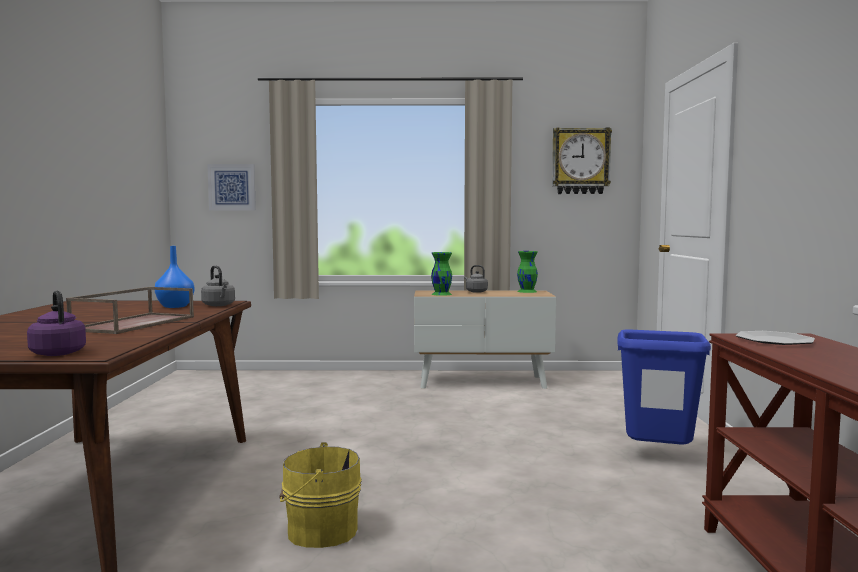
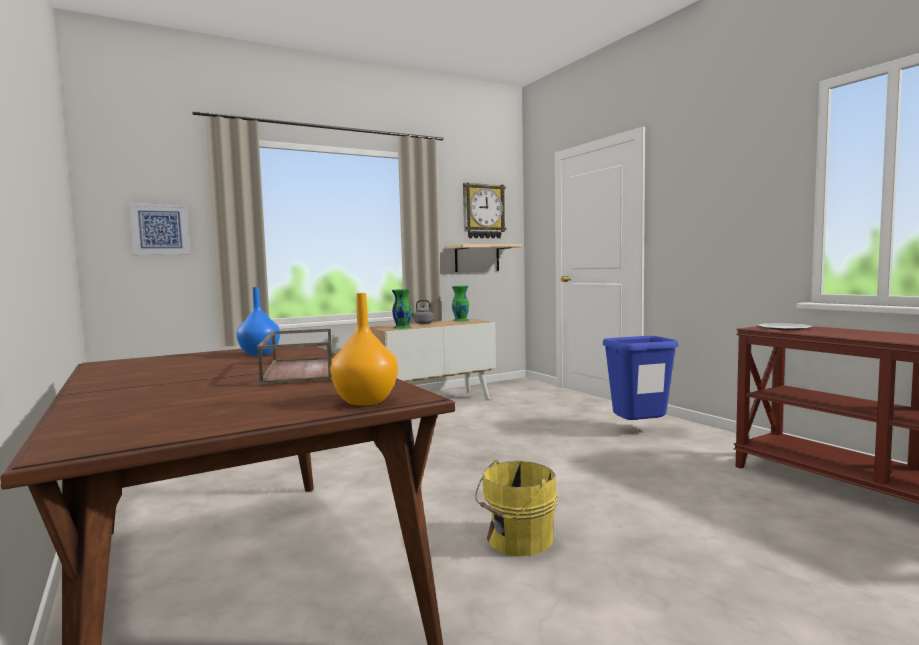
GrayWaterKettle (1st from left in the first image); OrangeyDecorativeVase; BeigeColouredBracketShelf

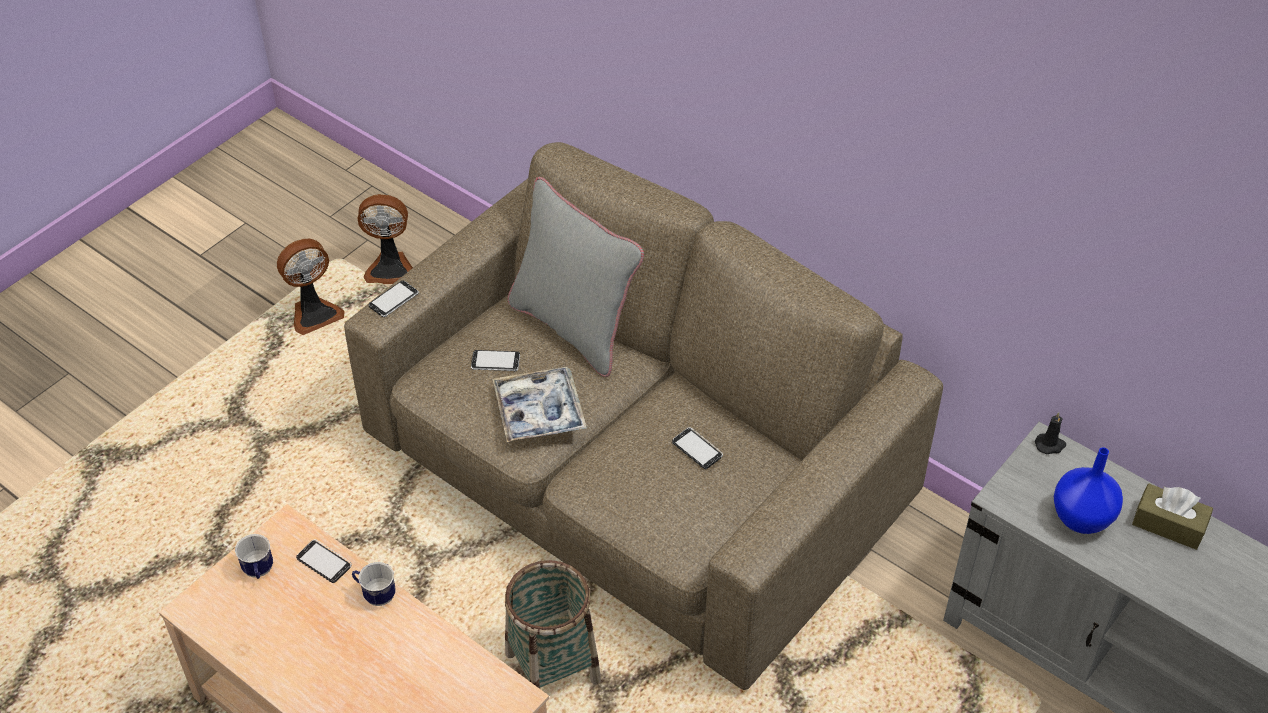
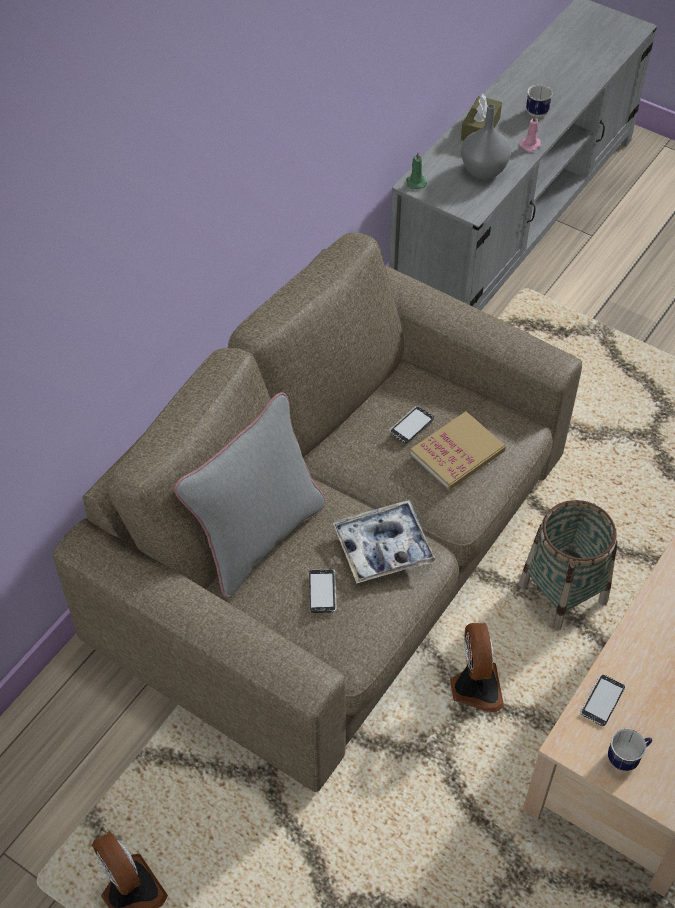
CoolingFan (2nd from left); Handset (2nd from left in the first image); GreenWaxCandle; GrayDecorativeVase; CoffeeMug (1st from left); PinkColouredWaxCandle; Book

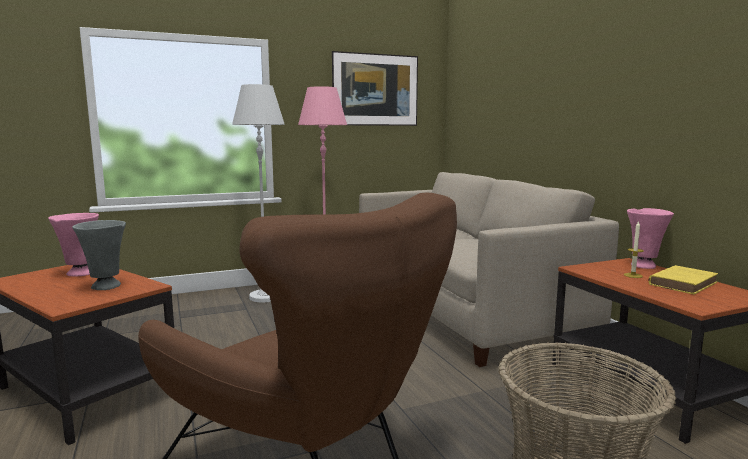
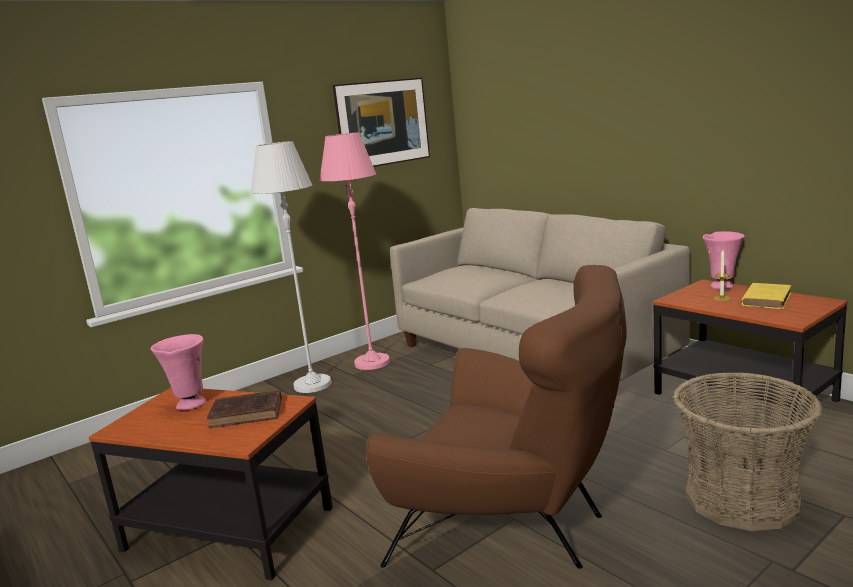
BrownColouredBook

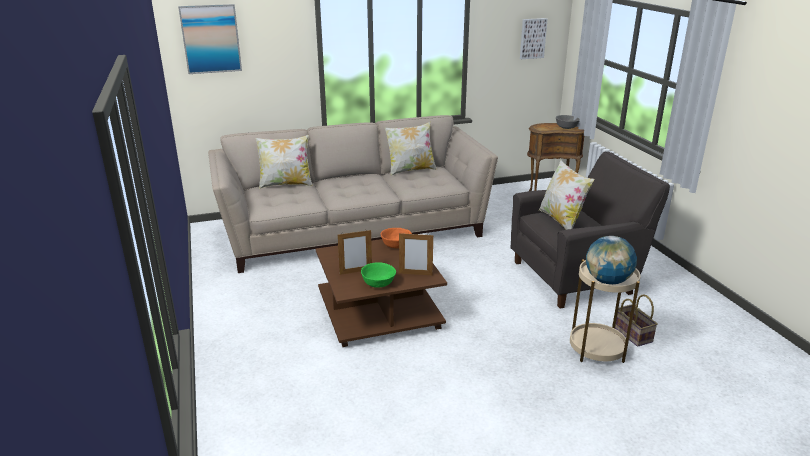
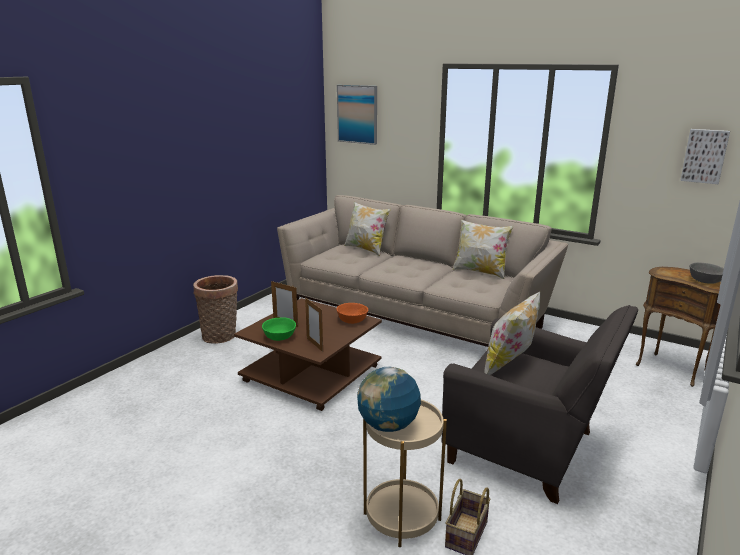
Basket (1st from left)

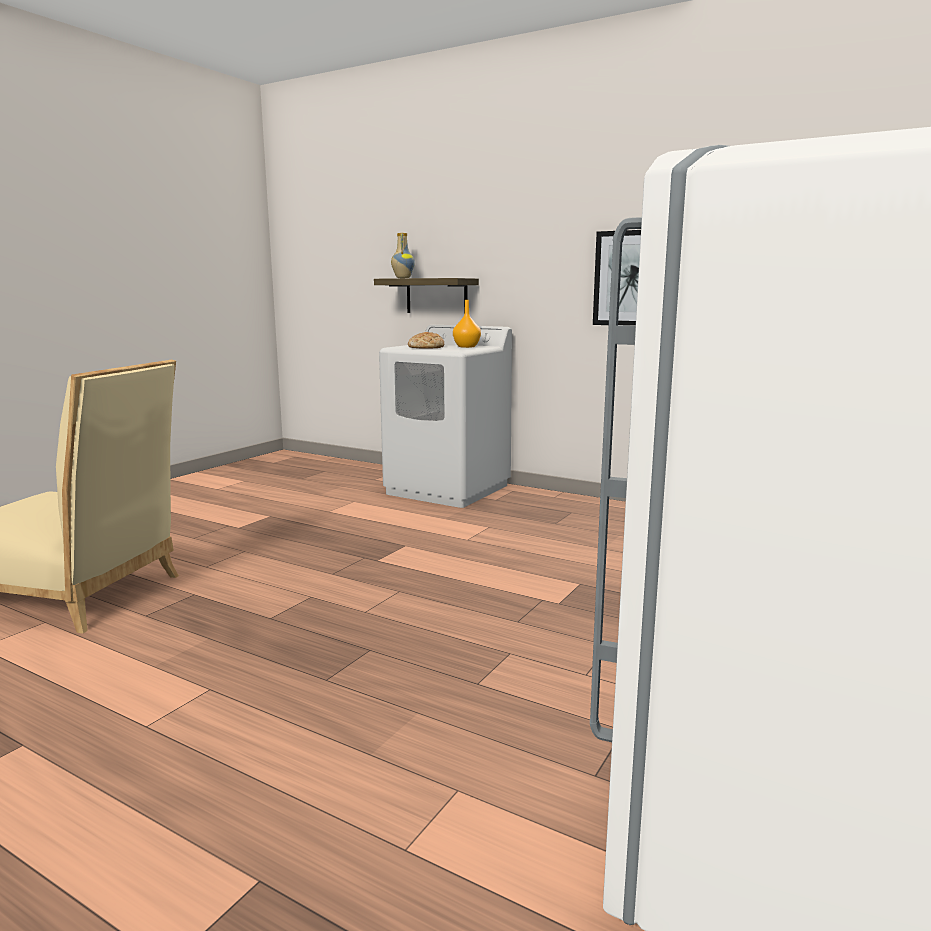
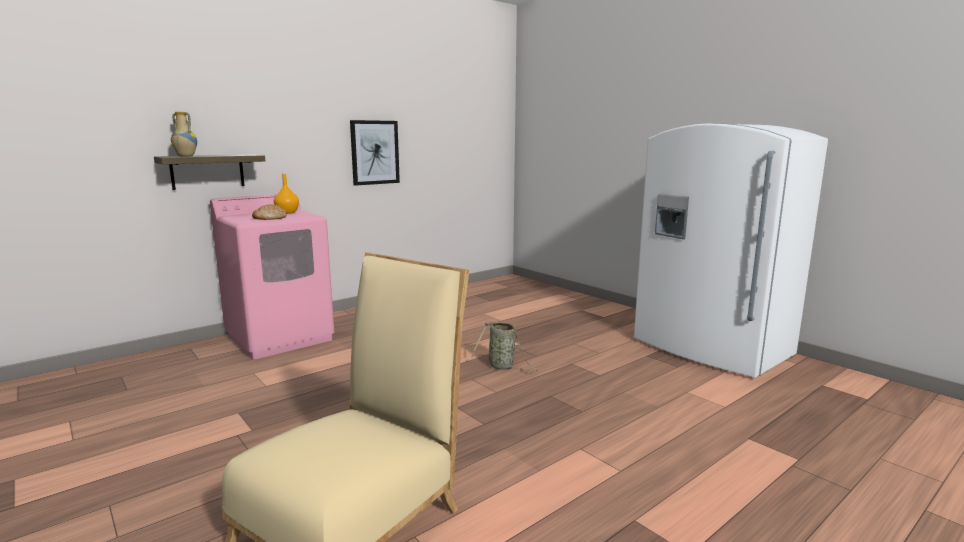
PinkColouredLaundryMachine; Basket

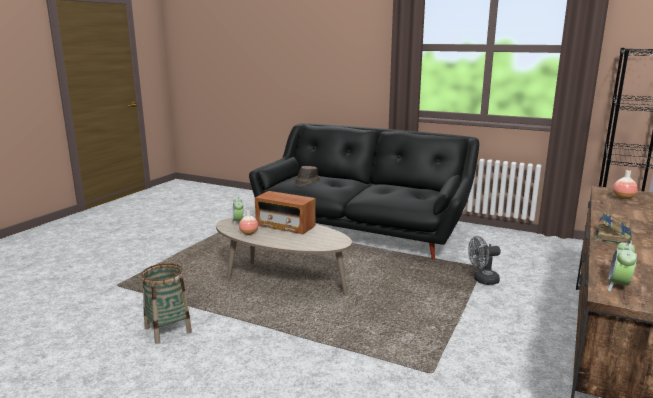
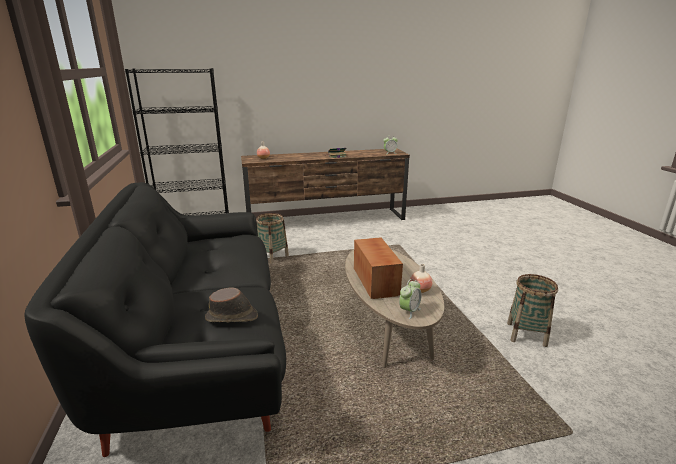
Basket (1st from left)

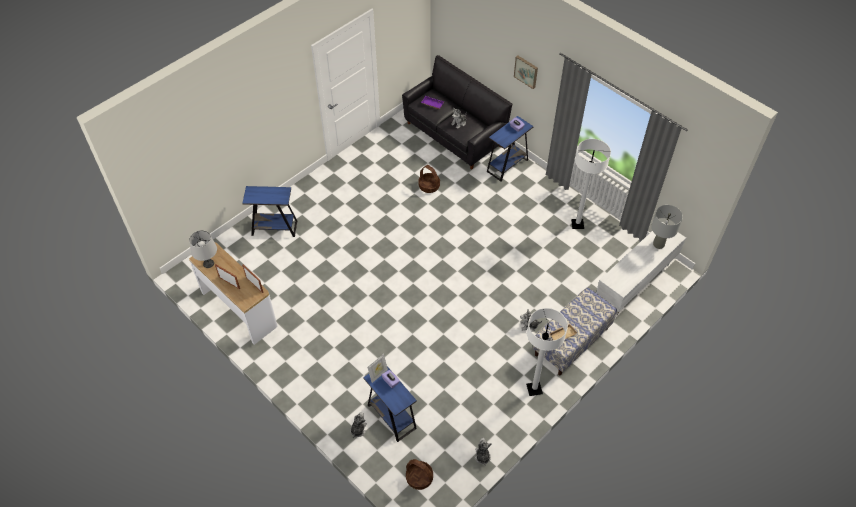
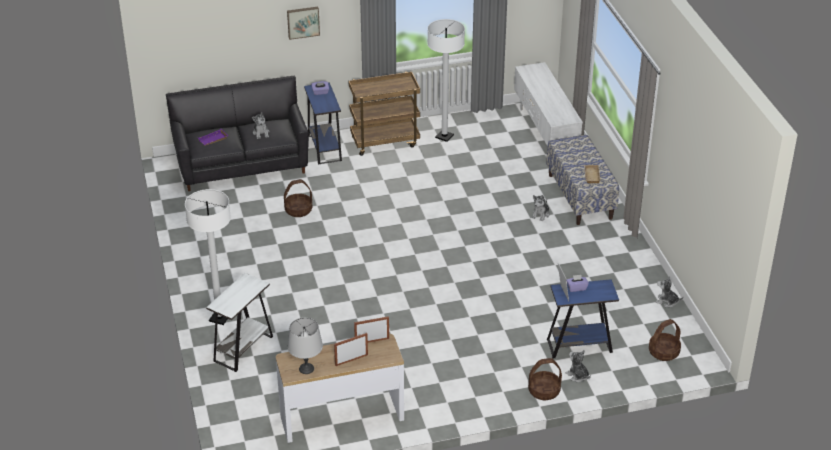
WhitishEndTable; GrayLampForATable (2nd from left in the first image); WhitishStandardLamp (1st from left); BrownColouredTrolley; Basket (2nd from left)

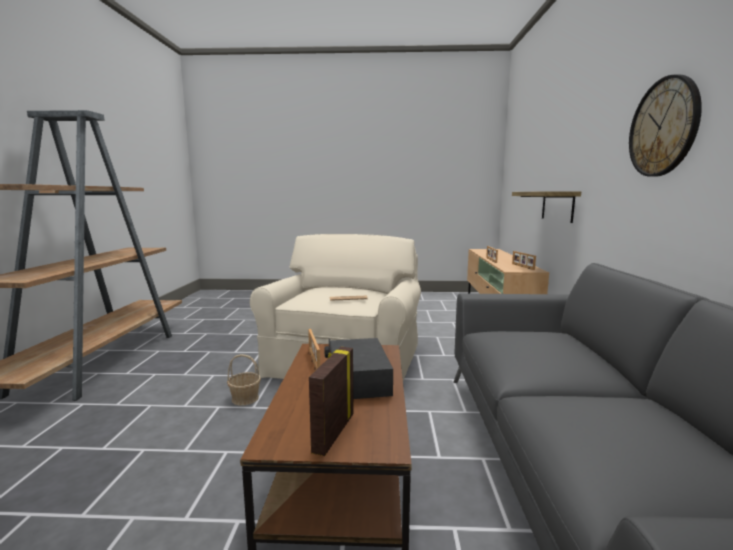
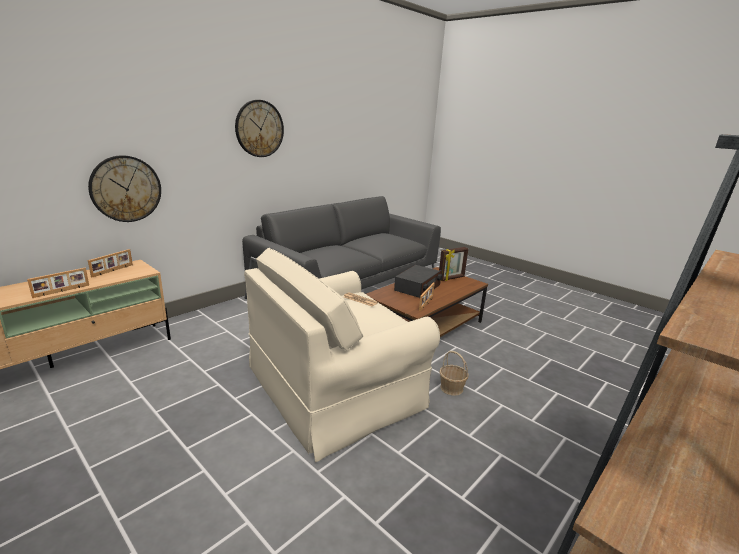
HangingClock (1st from left)

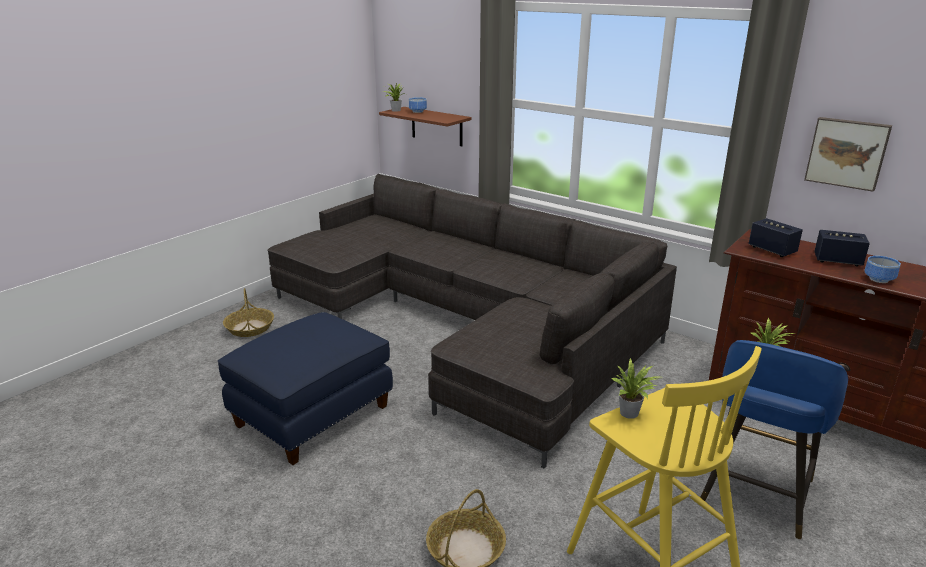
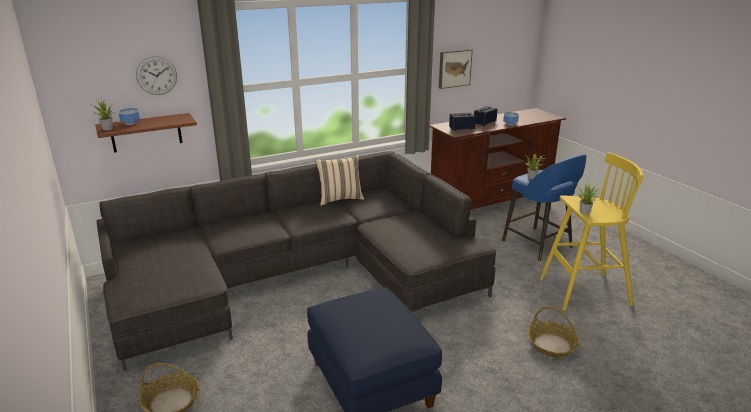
HangingClock; BeigeColouredThrowPillow

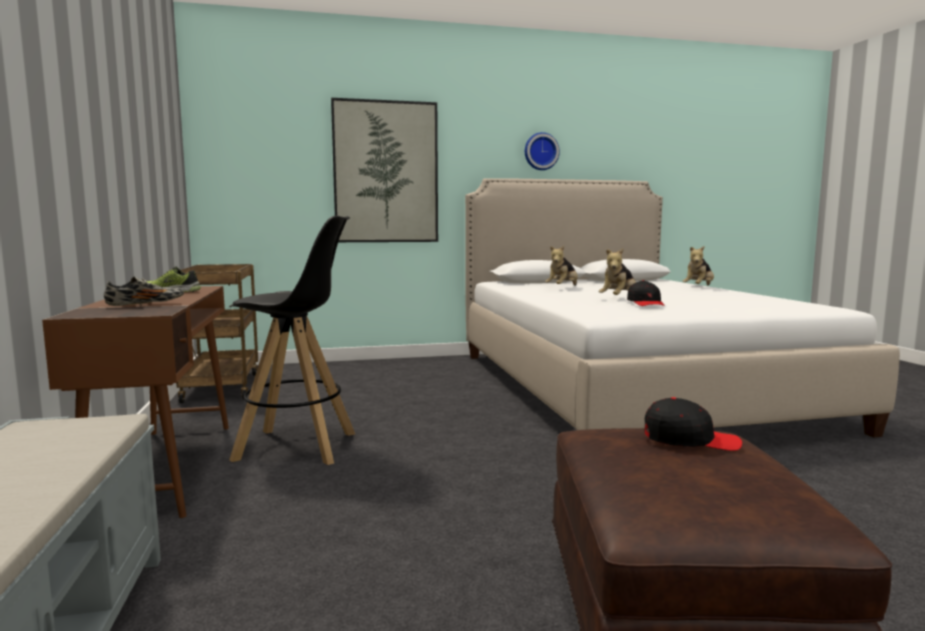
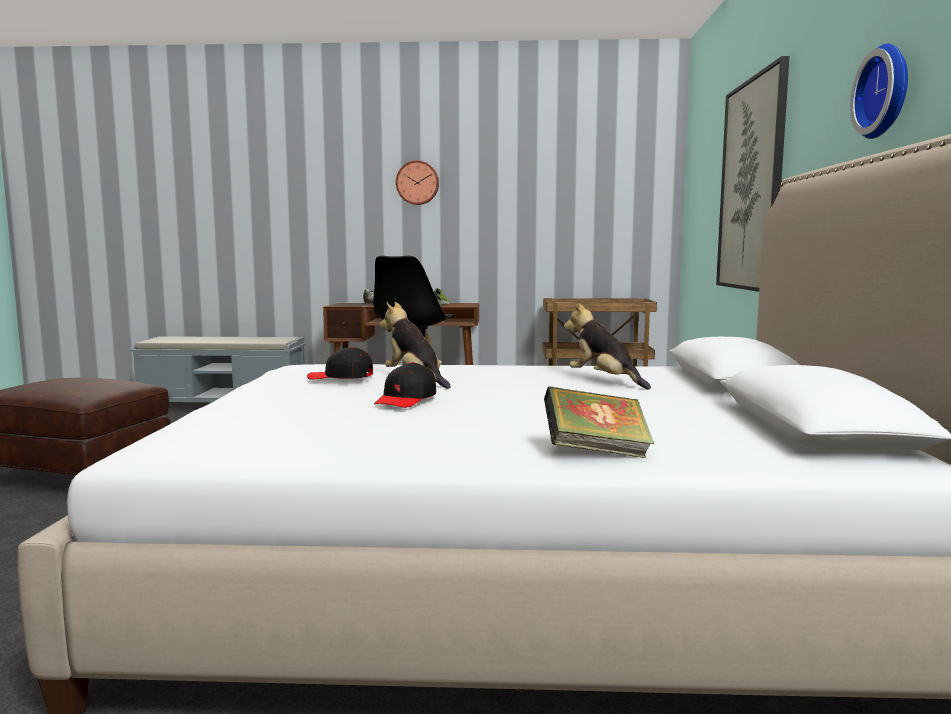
Book; BlackCap (2nd from left); HangingClock (1st from left)

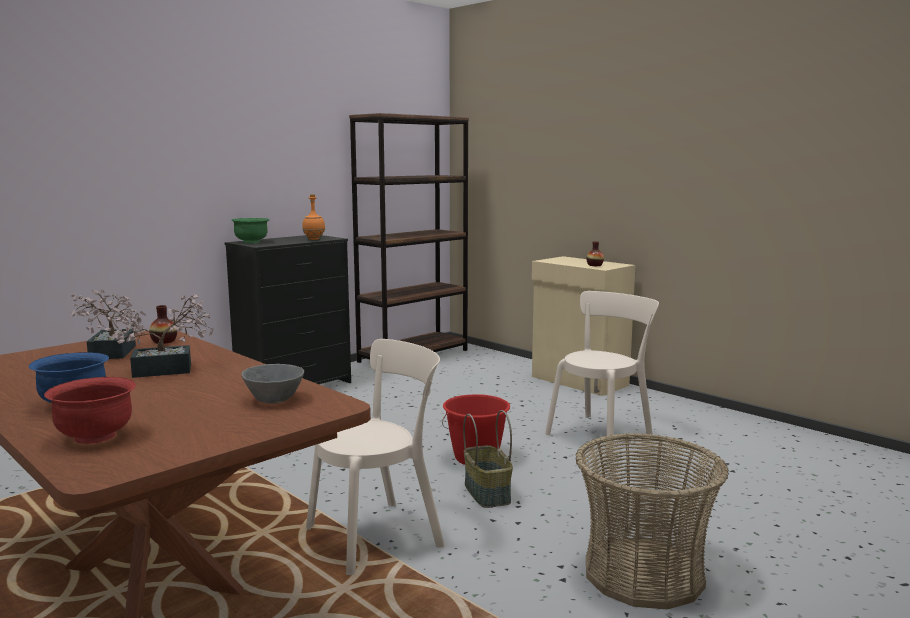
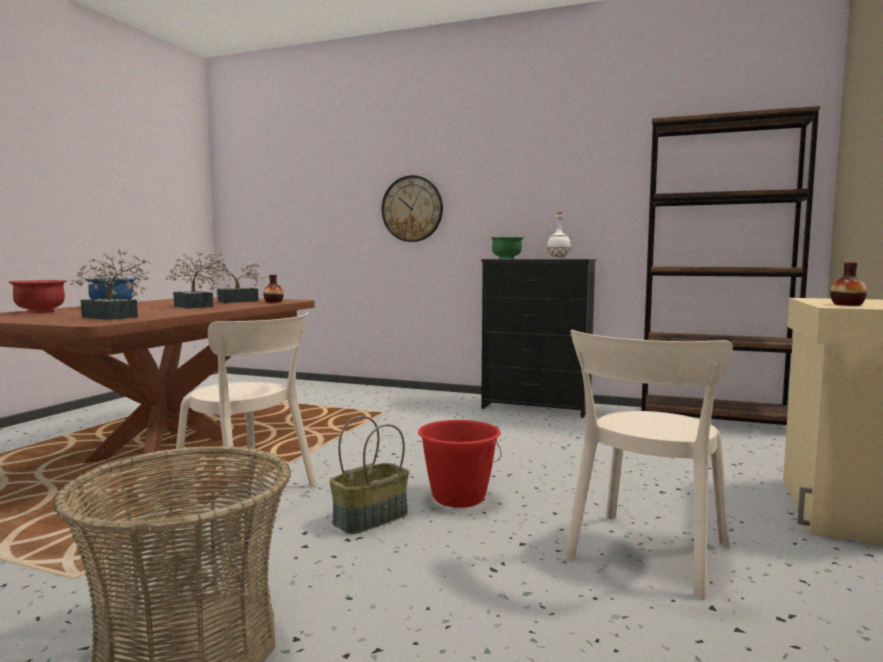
WhitishBeverageBottle; BeigeColouredChair (2nd from left); Houseplant (1st from left); HangingClock

